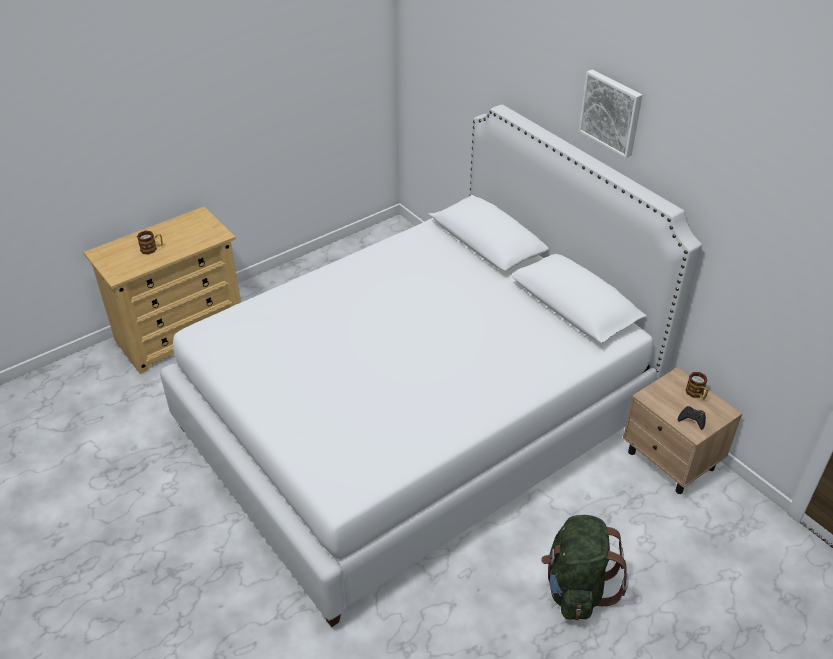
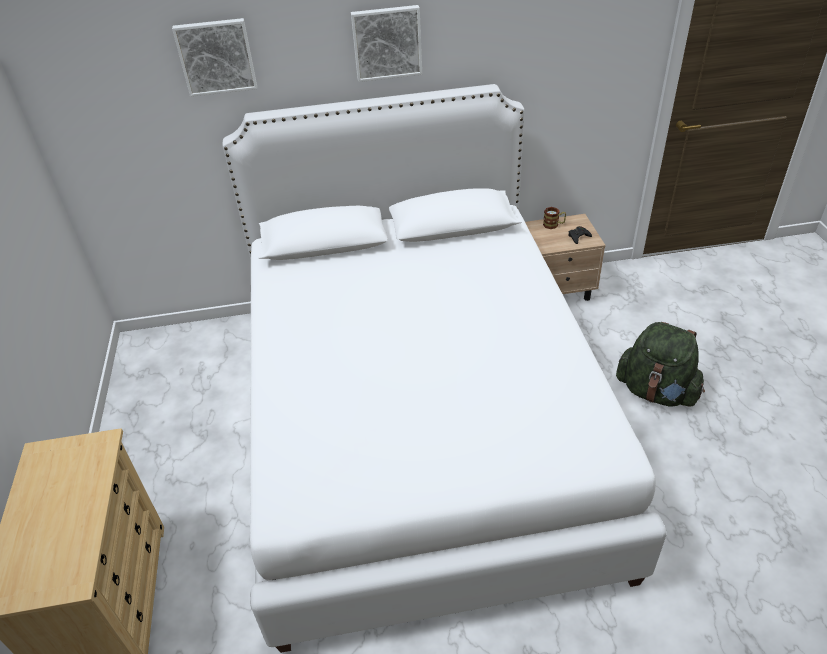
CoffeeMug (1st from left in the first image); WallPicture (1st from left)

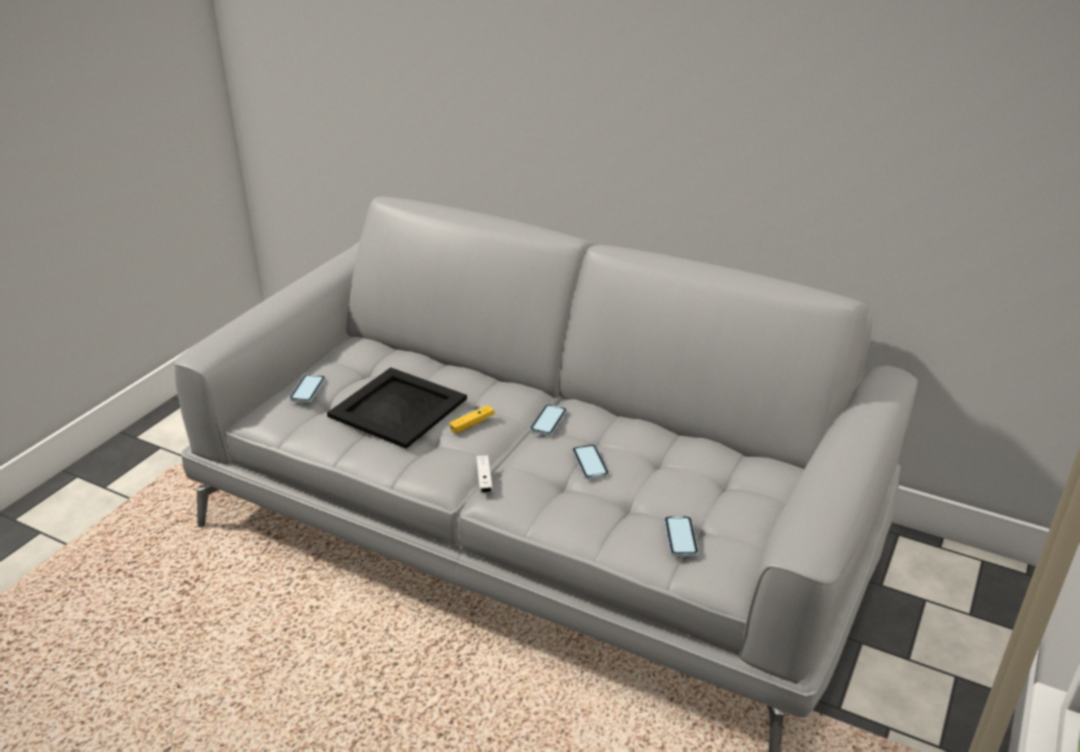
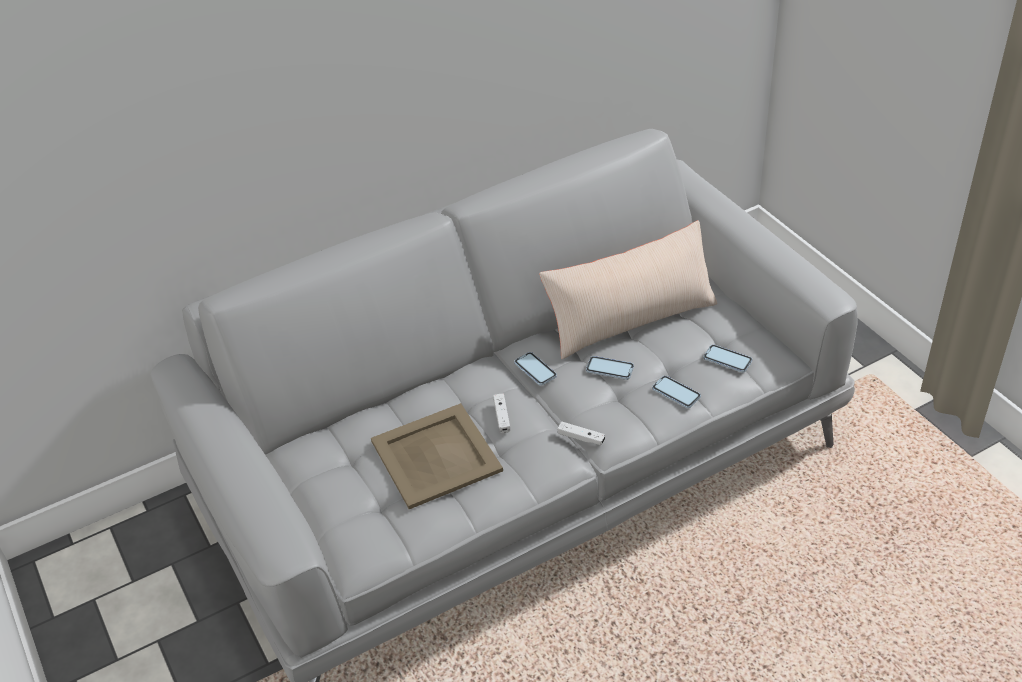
BeigeColouredTray; Handset (3rd from left); WhitishGameController (1st from left); BeigeColouredThrowPillow

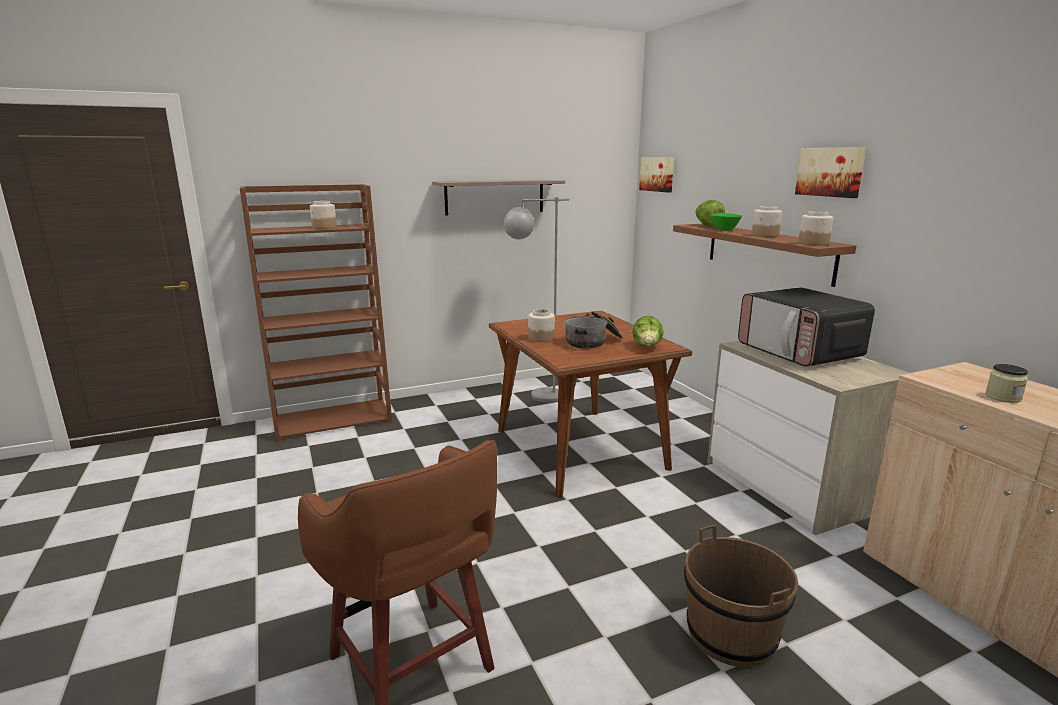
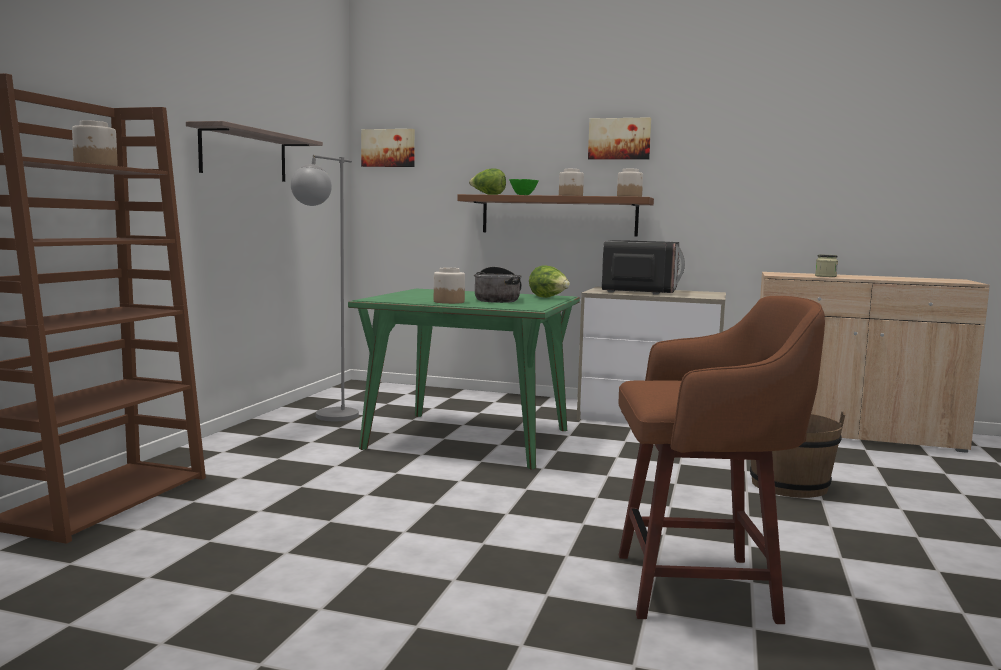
MicrowaveOven; GreenDinnerTable

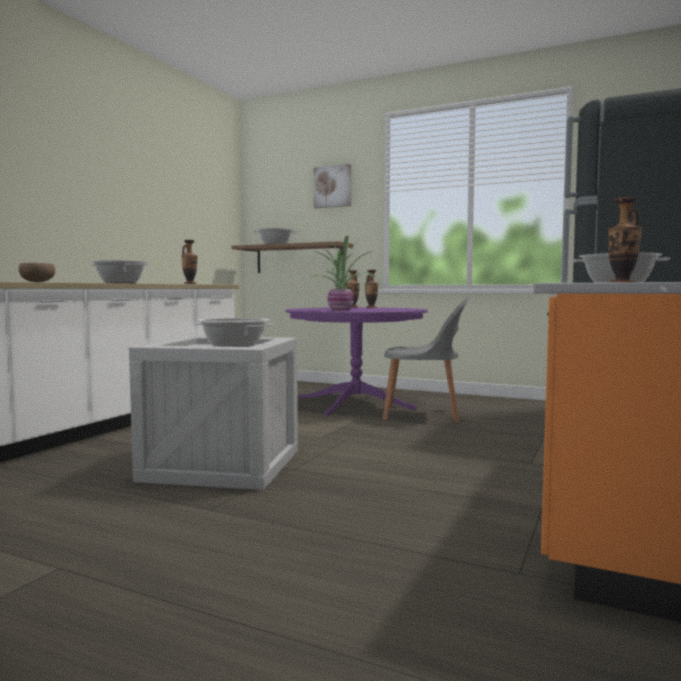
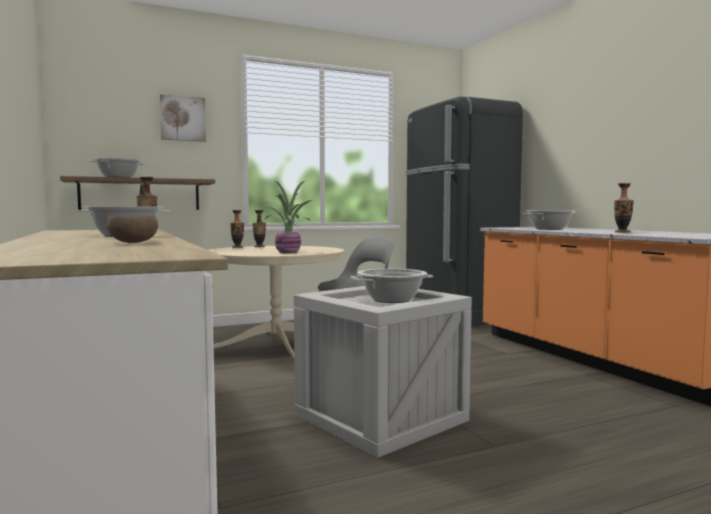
BeigeColouredDinnerTable

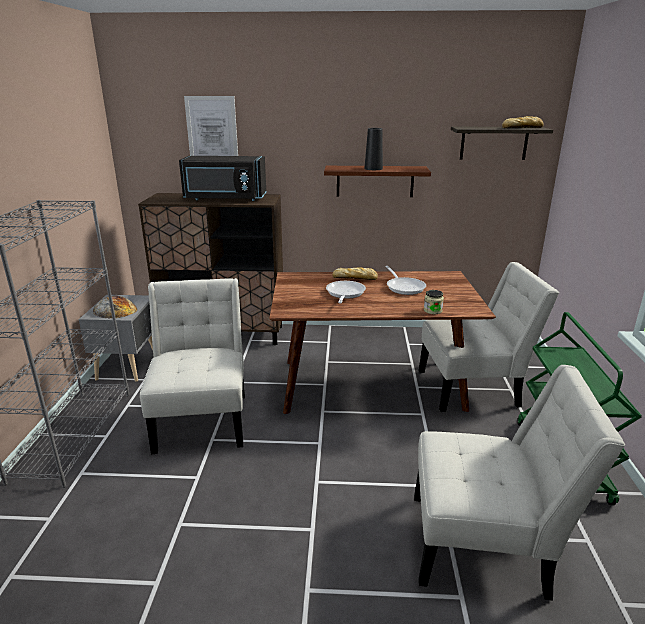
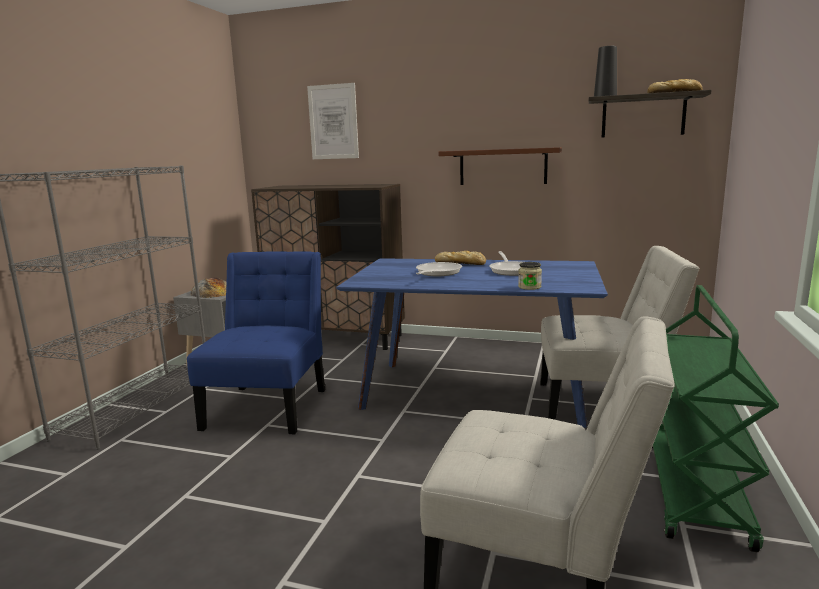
BlackDecorativeVase; BlackMicrowaveOven; BluishDinnerTable; BluishChair

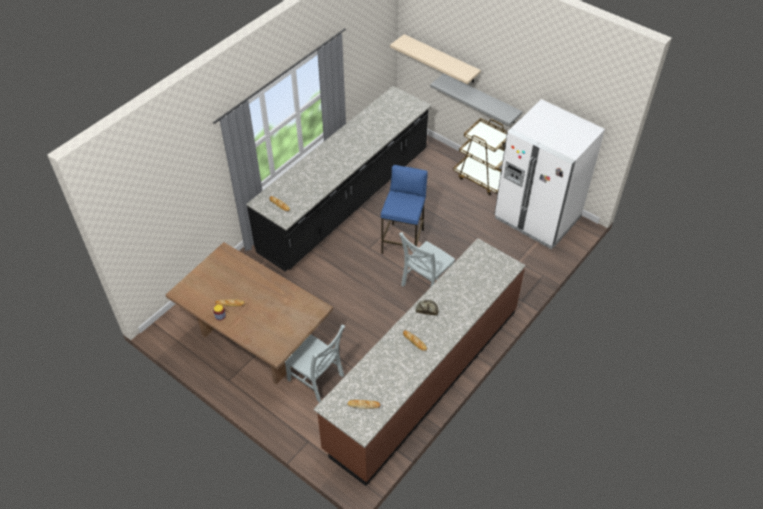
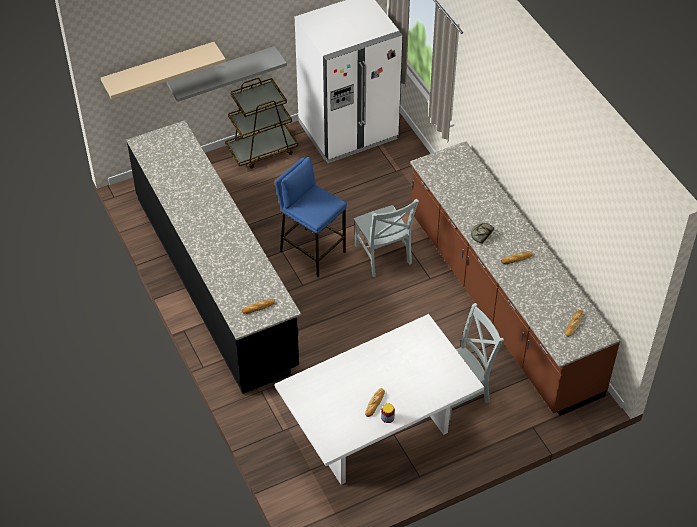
WhitishDinnerTable

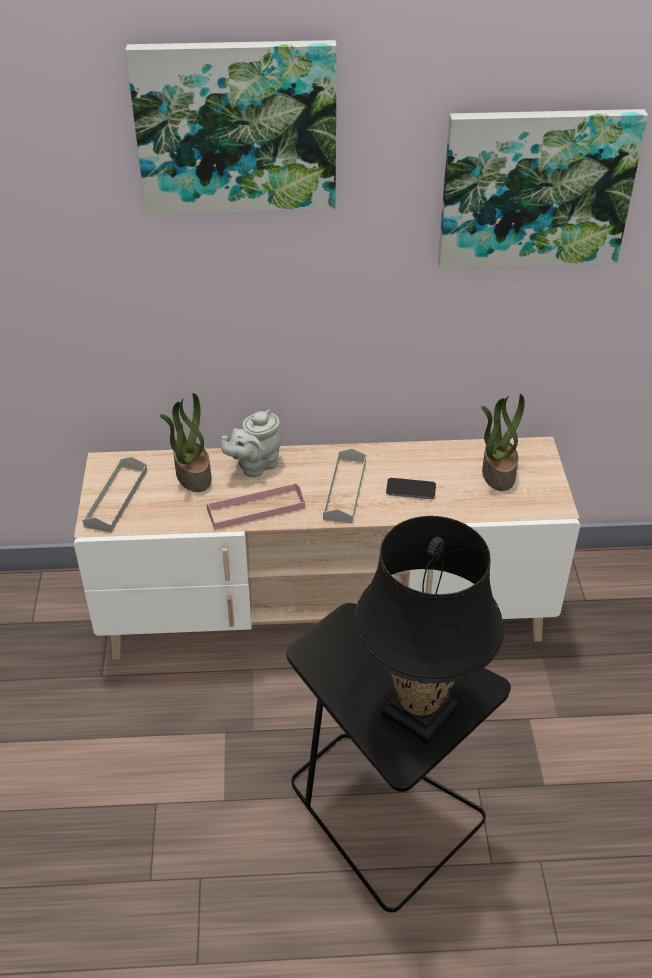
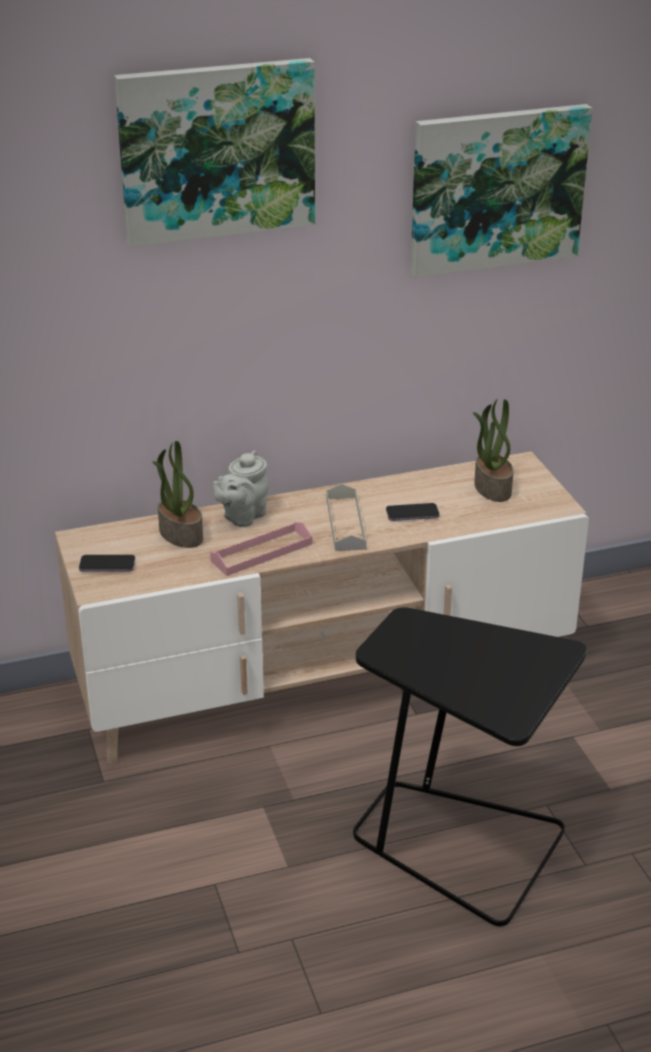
Handset (1st from left); BlackLampForATable

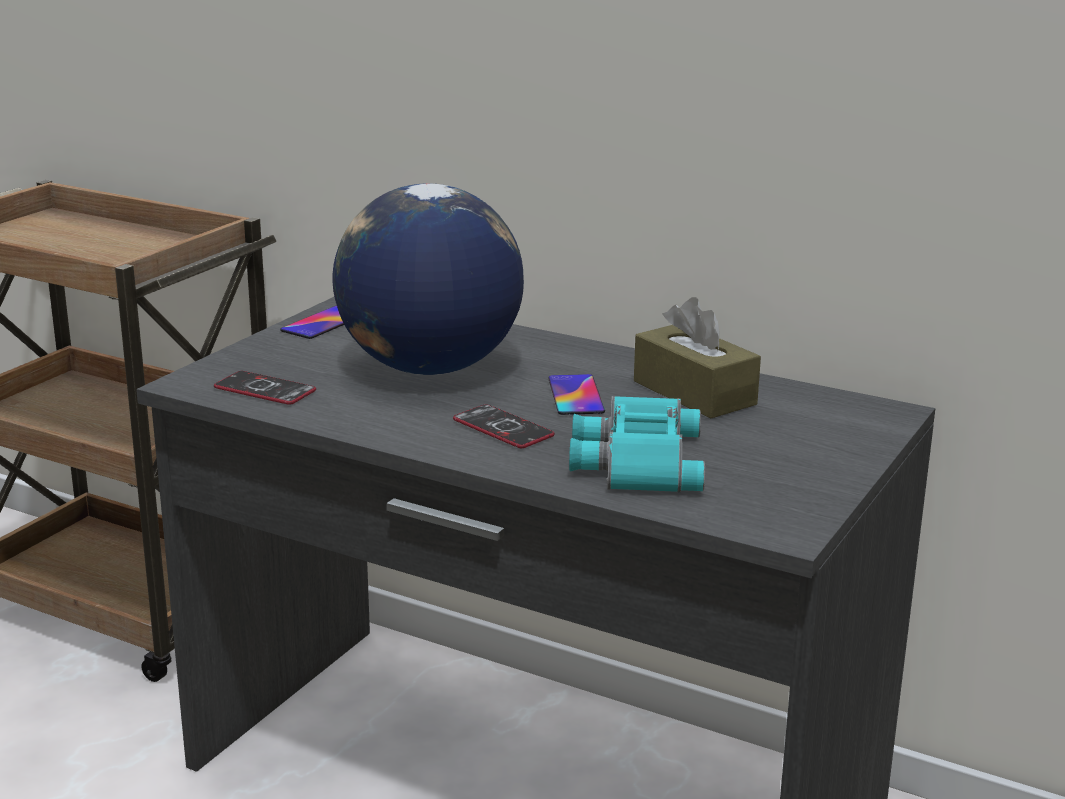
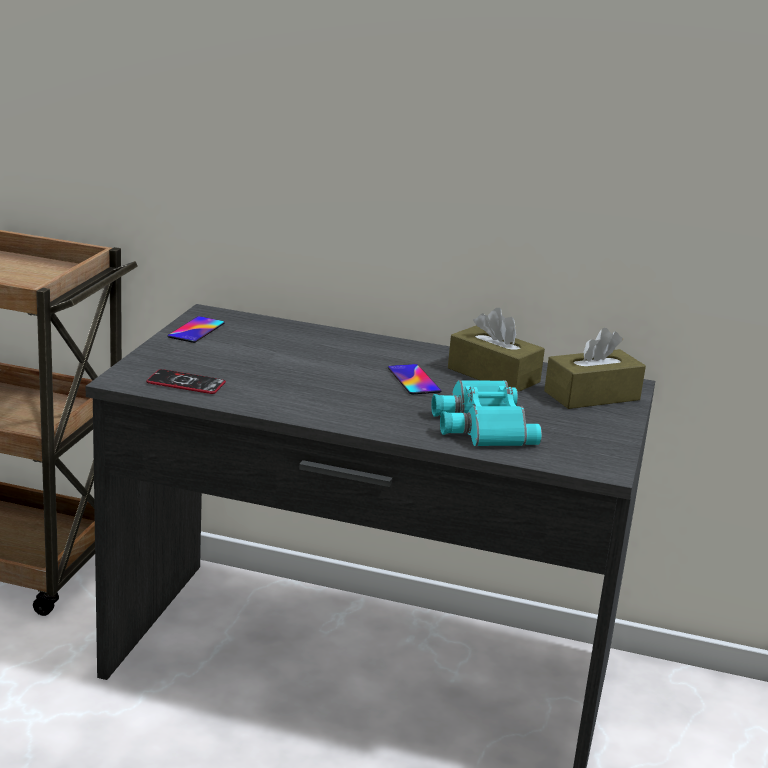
WorldGlobe; Handset (3rd from left in the first image); BrownColouredTissueHolder (2nd from left)

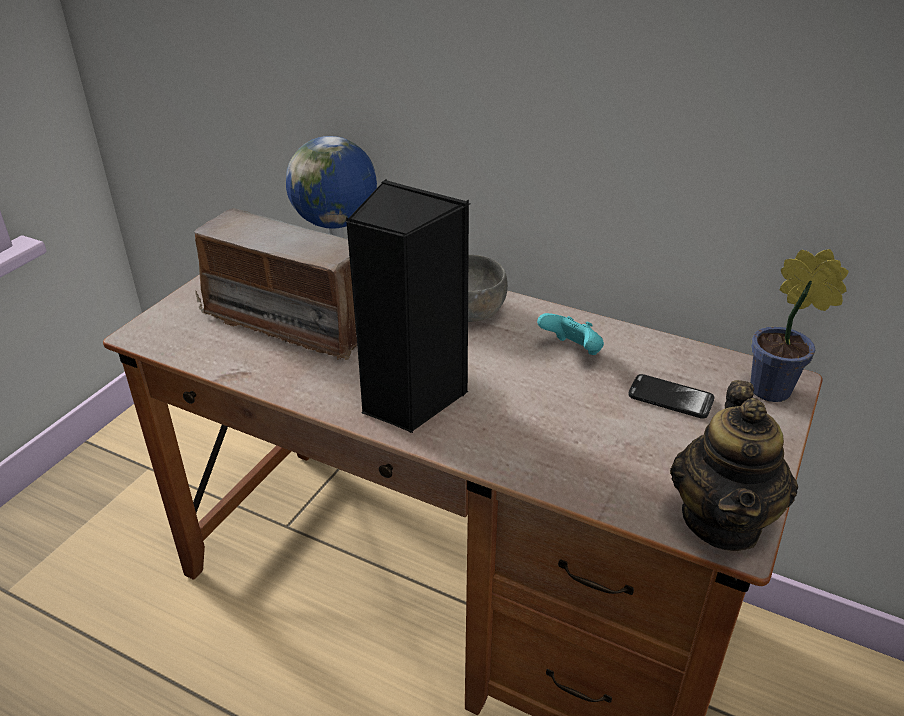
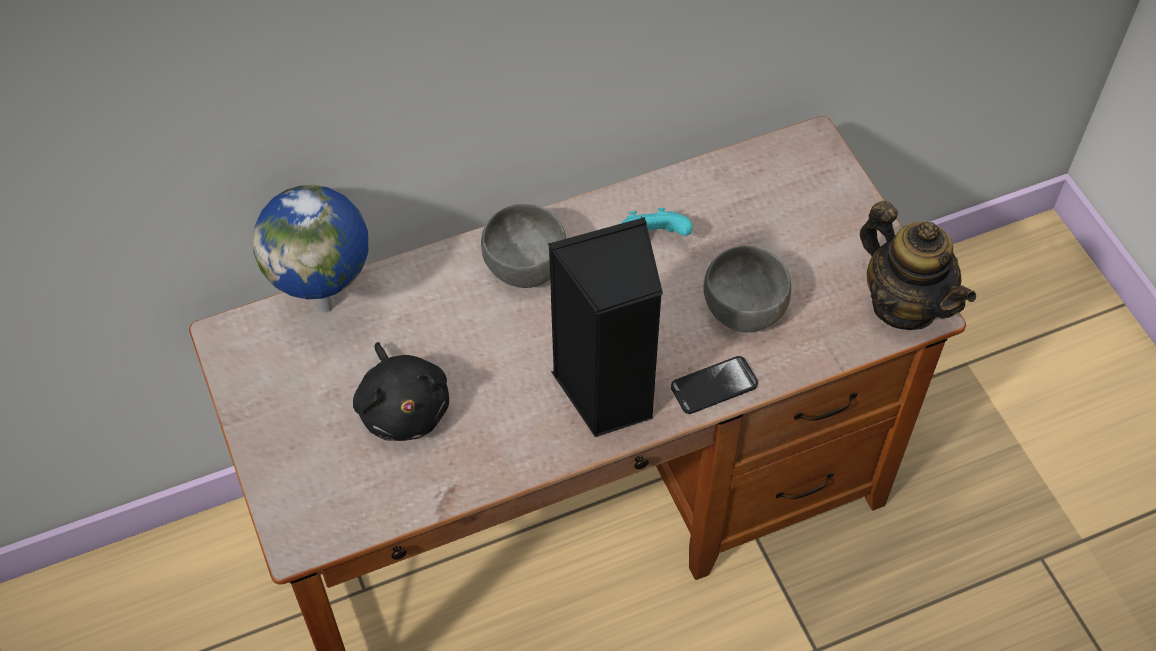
BlackSoftToy; Houseplant; Handset; GrayBowl (2nd from left)

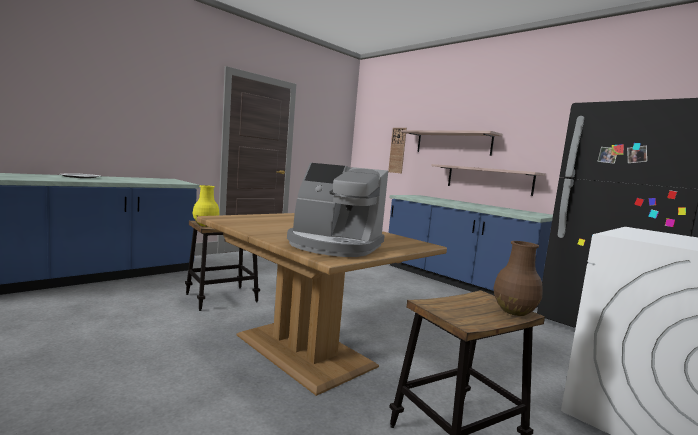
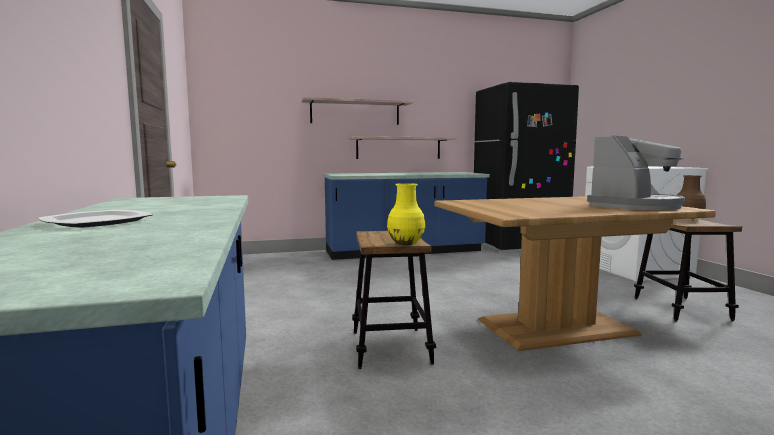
HangingClock

